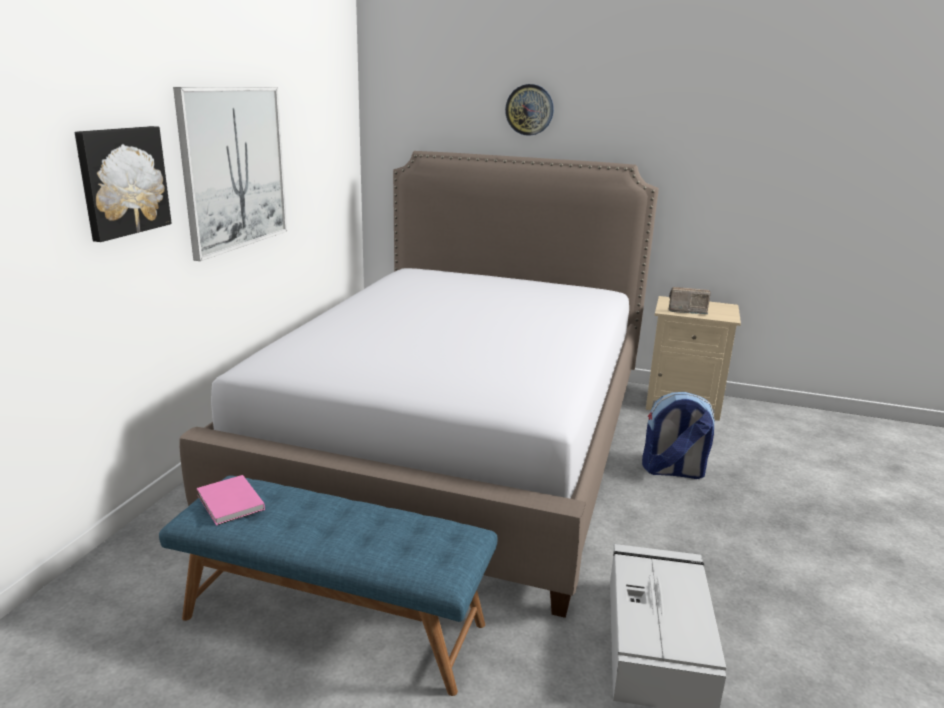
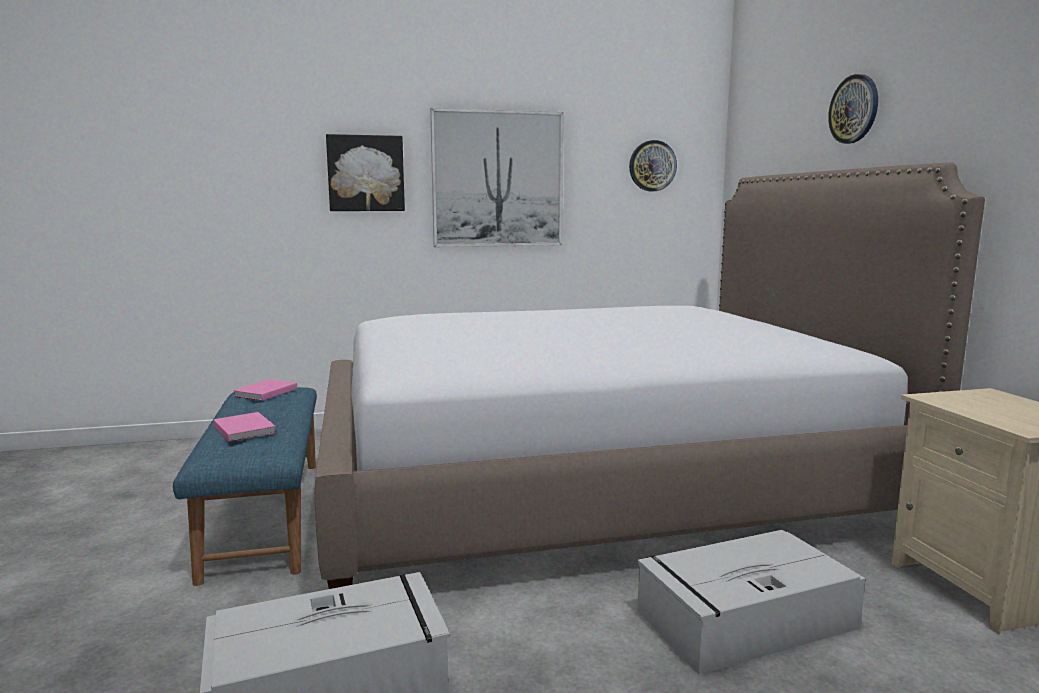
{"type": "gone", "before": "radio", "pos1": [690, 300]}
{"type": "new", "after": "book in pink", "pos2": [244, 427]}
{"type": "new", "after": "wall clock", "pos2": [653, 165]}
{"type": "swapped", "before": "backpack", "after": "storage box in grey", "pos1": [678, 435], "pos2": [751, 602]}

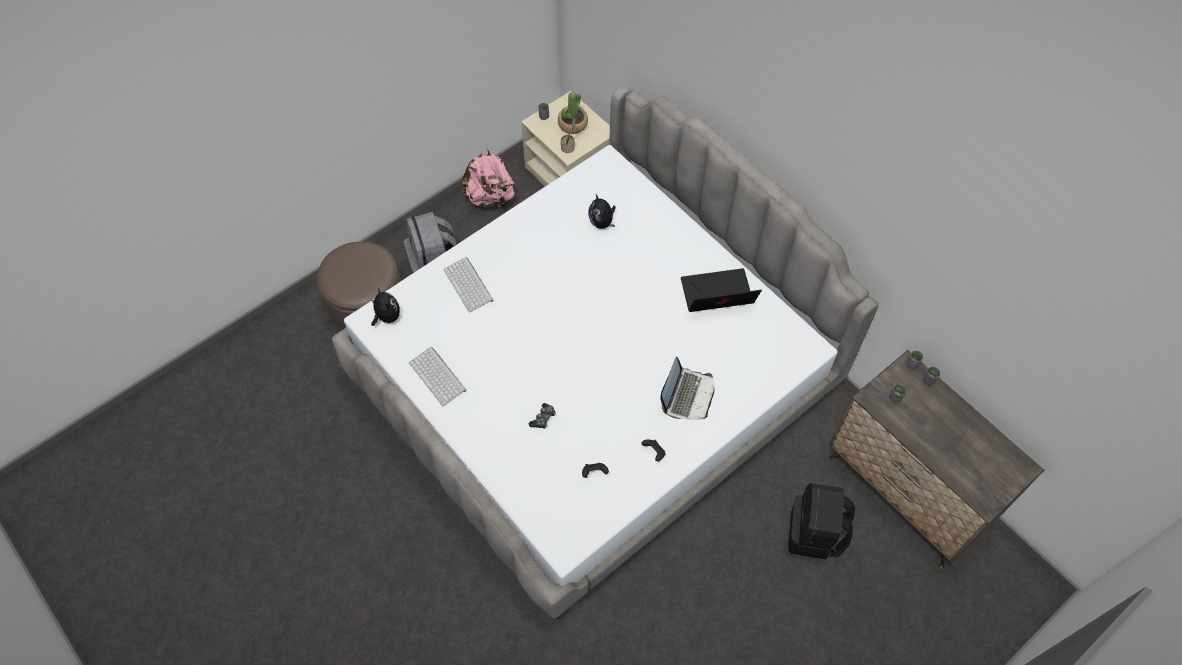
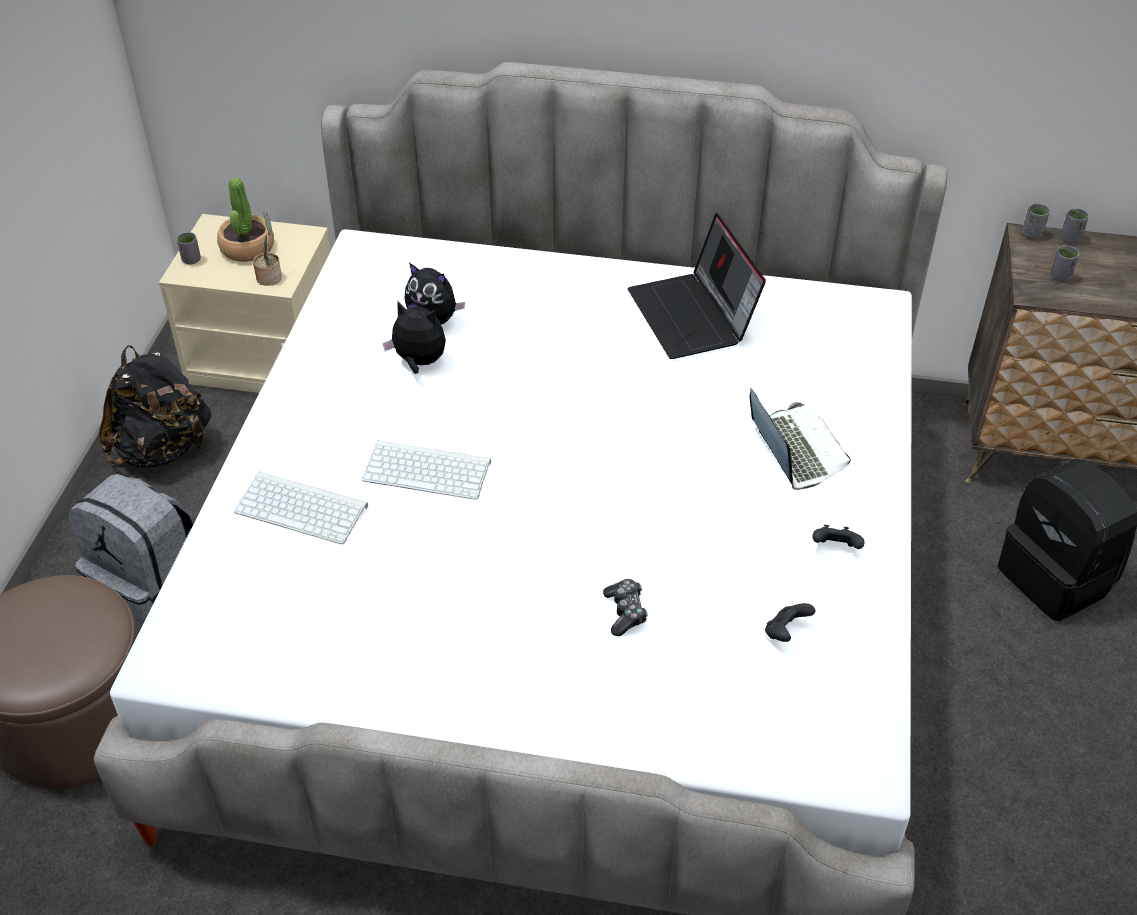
{"type": "shifted", "before": "plush toy", "pos1": [385, 307], "pos2": [414, 337]}
{"type": "shifted", "before": "keyboard", "pos1": [438, 376], "pos2": [426, 470]}
{"type": "repainted", "before": "backpack in pink", "after": "backpack in black", "pos1": [488, 178], "pos2": [154, 406]}
{"type": "rotated", "before": "laptop", "pos1": [721, 290], "pos2": [697, 286], "turn": -60}

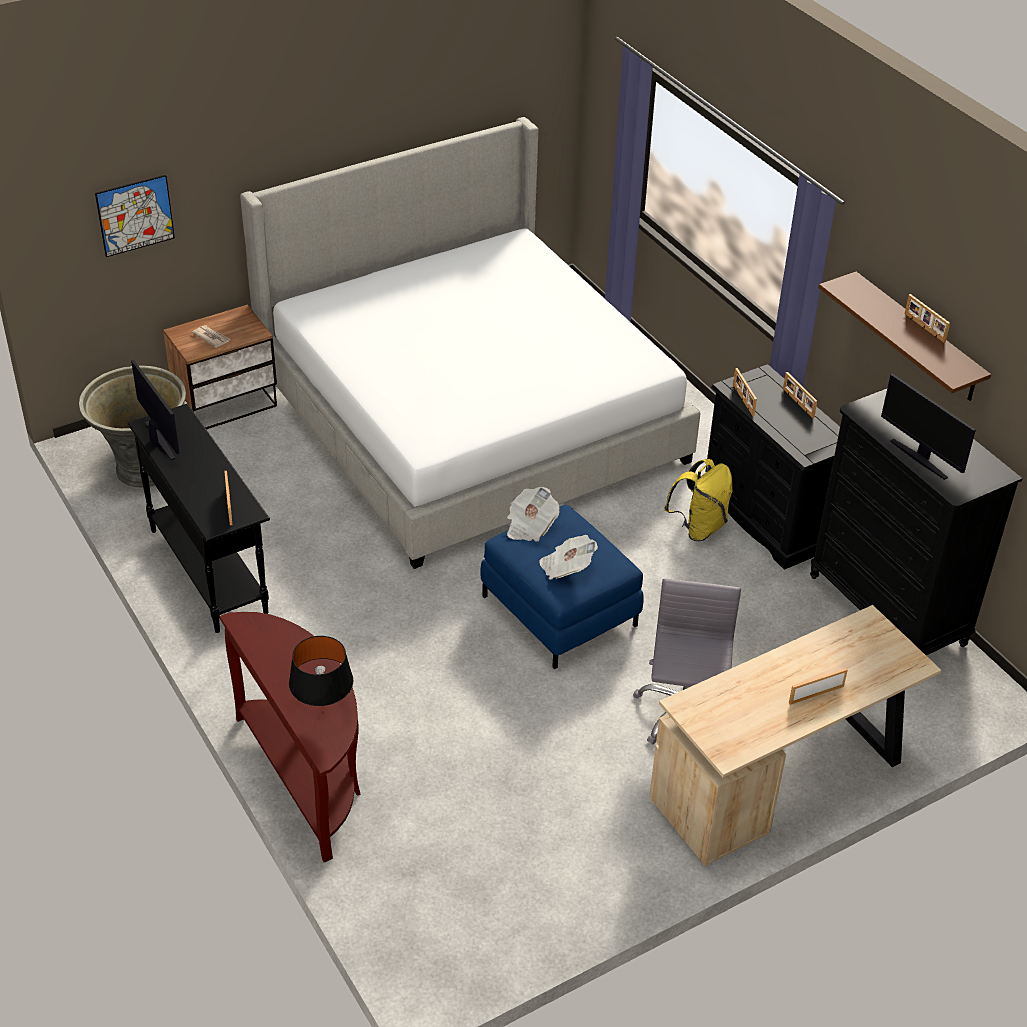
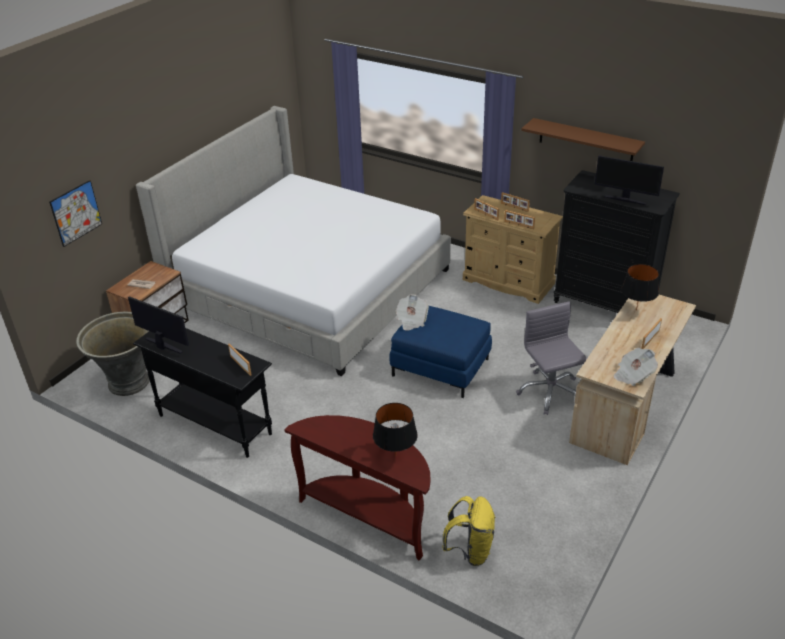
{"type": "new", "after": "table lamp in black", "pos2": [640, 287]}
{"type": "shifted", "before": "newspaper", "pos1": [568, 557], "pos2": [635, 367]}
{"type": "shifted", "before": "backpack in yellow", "pos1": [698, 500], "pos2": [469, 531]}
{"type": "shifted", "before": "picture frame", "pos1": [927, 318], "pos2": [519, 219]}
{"type": "repainted", "before": "dresser in black", "after": "dresser in beige", "pos1": [772, 467], "pos2": [513, 249]}

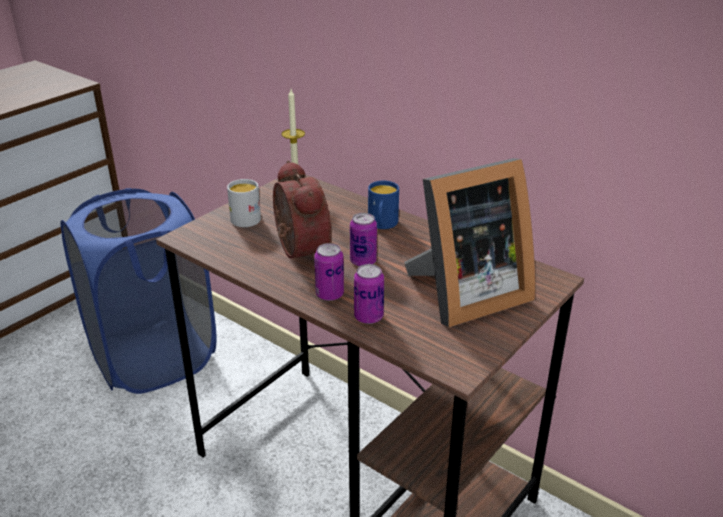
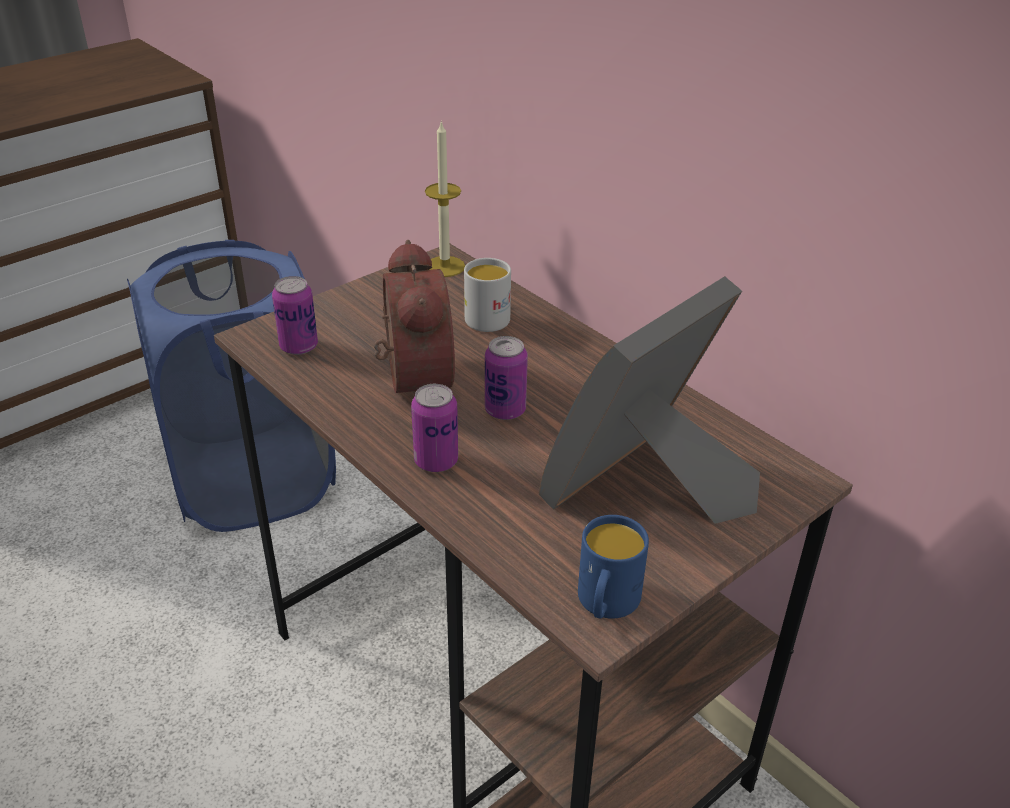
{"type": "shifted", "before": "mug in white", "pos1": [244, 203], "pos2": [487, 295]}
{"type": "shifted", "before": "can", "pos1": [369, 294], "pos2": [295, 315]}
{"type": "shifted", "before": "mug in blue", "pos1": [383, 205], "pos2": [613, 567]}
{"type": "rotated", "before": "picture frame", "pos1": [470, 243], "pos2": [649, 400], "turn": 150}

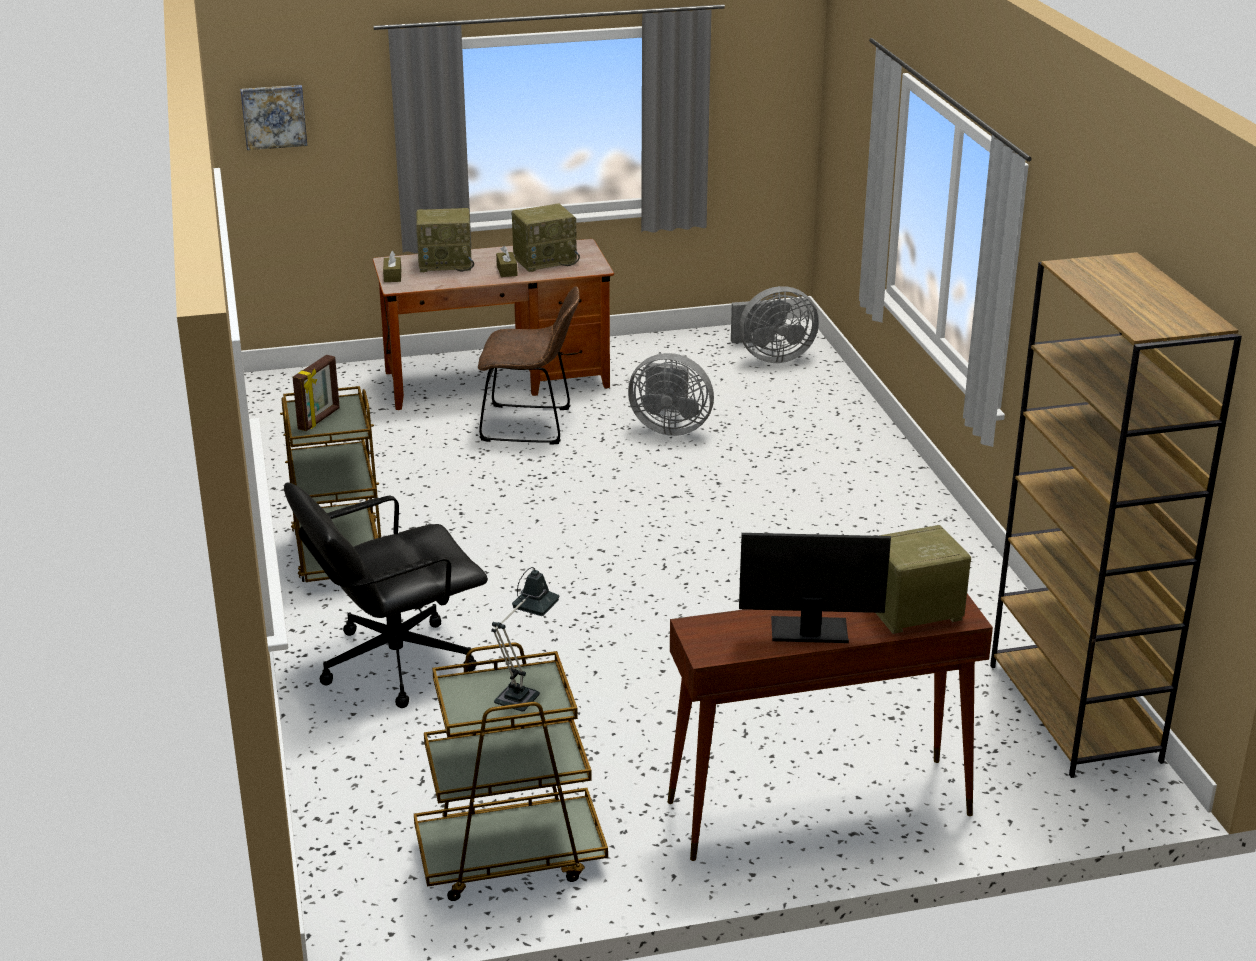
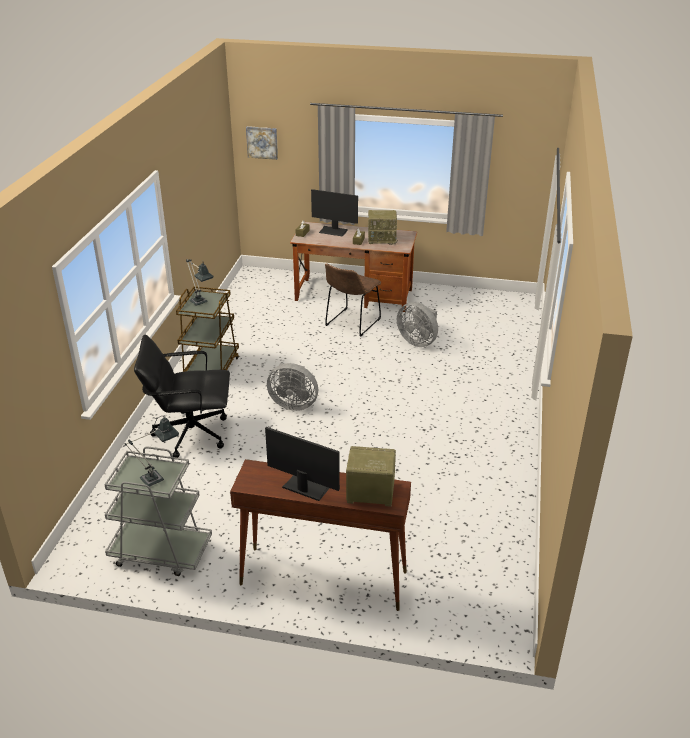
{"type": "gone", "before": "bookcase in brown", "pos1": [1116, 515]}
{"type": "shifted", "before": "fan in grey", "pos1": [775, 324], "pos2": [292, 387]}
{"type": "swapped", "before": "picture frame", "after": "table lamp", "pos1": [316, 393], "pos2": [199, 282]}
{"type": "swapped", "before": "radio", "after": "monitor", "pos1": [445, 240], "pos2": [334, 213]}
{"type": "repainted", "before": "cart in brown", "after": "cart in grey", "pos1": [511, 771], "pos2": [158, 511]}
{"type": "rotated", "before": "chair in brown", "pos1": [528, 365], "pos2": [353, 300], "turn": 90}

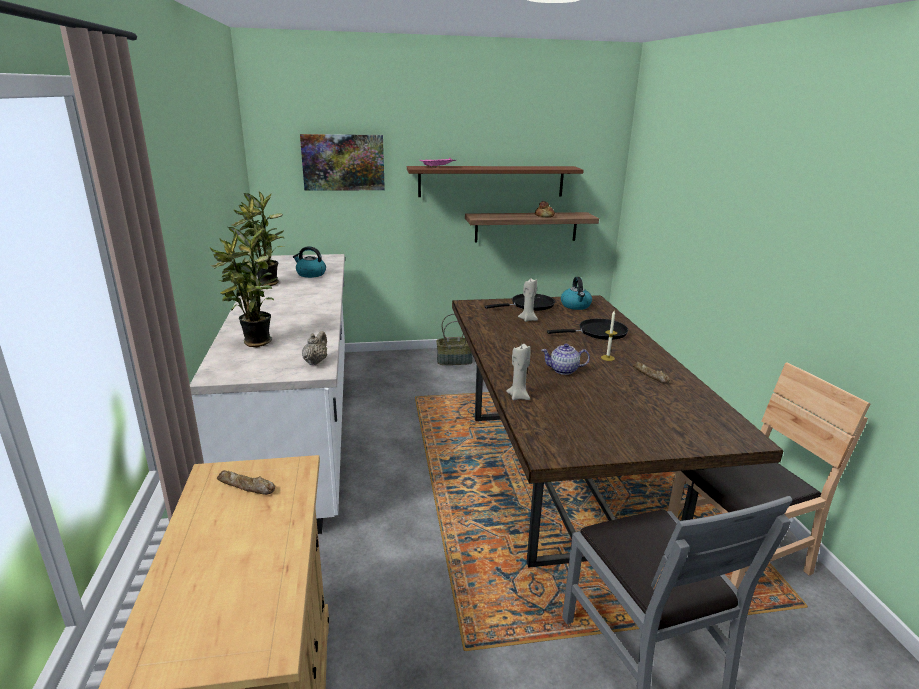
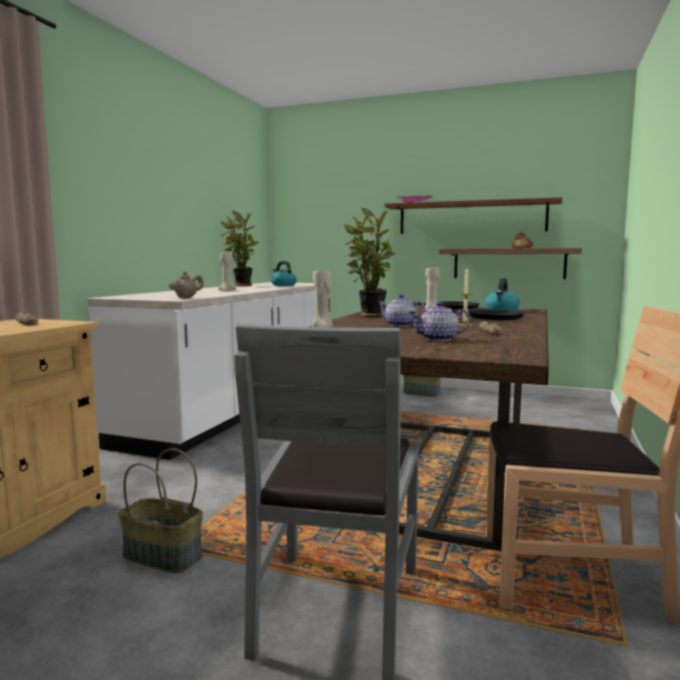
{"type": "gone", "before": "picture", "pos1": [342, 162]}
{"type": "new", "after": "basket", "pos2": [160, 510]}
{"type": "new", "after": "candle in beige", "pos2": [227, 271]}
{"type": "new", "after": "teapot", "pos2": [439, 321]}
{"type": "shifted", "before": "potted plant", "pos1": [243, 285], "pos2": [370, 262]}

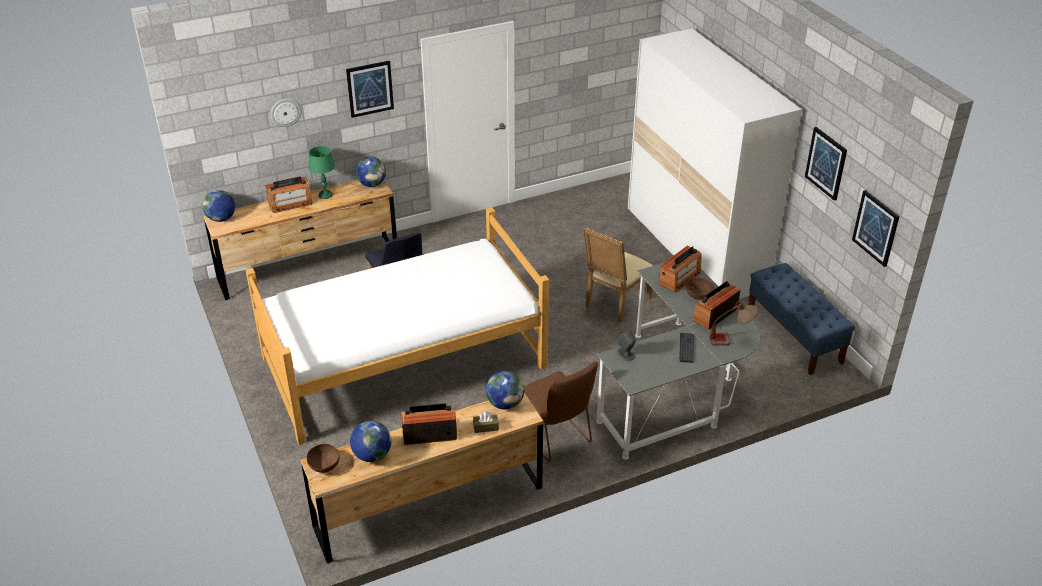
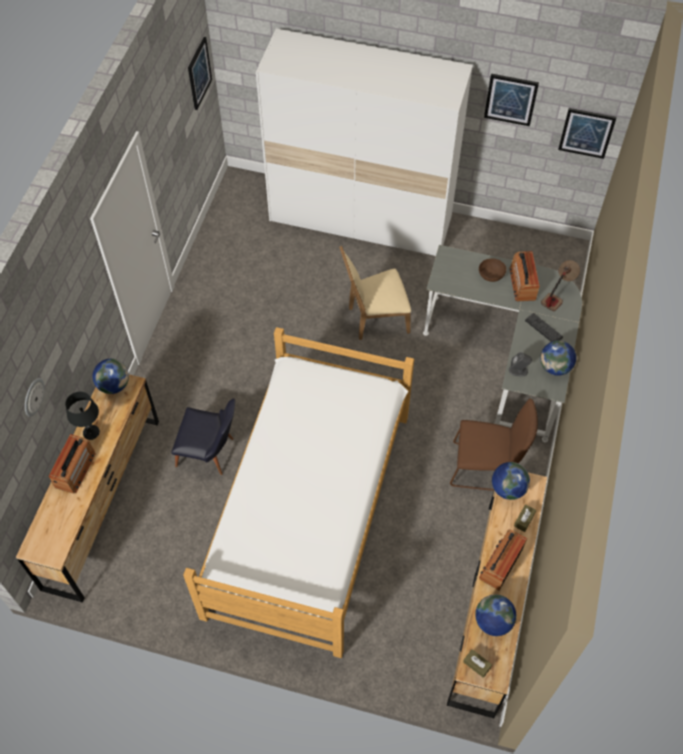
{"type": "gone", "before": "radio", "pos1": [680, 268]}
{"type": "gone", "before": "bench in blue", "pos1": [801, 319]}
{"type": "shifted", "before": "globe", "pos1": [219, 206], "pos2": [558, 358]}
{"type": "shifted", "before": "picture", "pos1": [370, 89], "pos2": [200, 73]}
{"type": "swapped", "before": "bowl in brown", "after": "tissue box in brown", "pos1": [323, 458], "pos2": [477, 663]}
{"type": "repainted", "before": "table lamp in green", "after": "table lamp in black", "pos1": [322, 172], "pos2": [82, 416]}
{"type": "rotated", "before": "chair in beige", "pos1": [618, 274], "pos2": [375, 292], "turn": 90}

